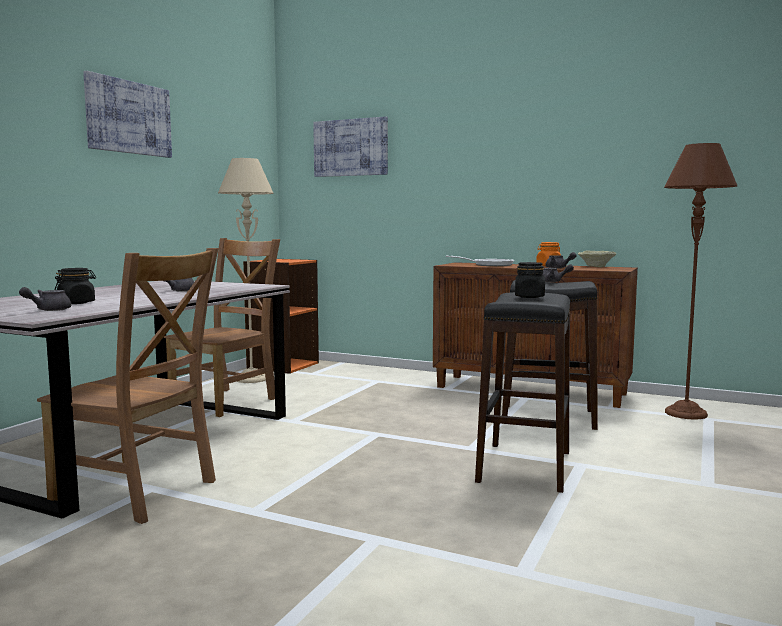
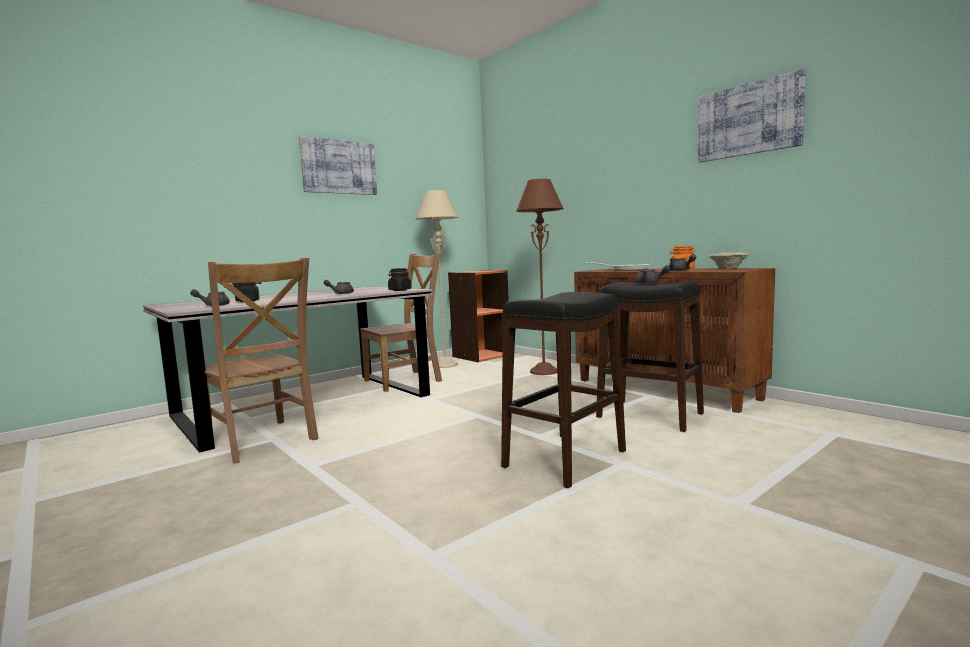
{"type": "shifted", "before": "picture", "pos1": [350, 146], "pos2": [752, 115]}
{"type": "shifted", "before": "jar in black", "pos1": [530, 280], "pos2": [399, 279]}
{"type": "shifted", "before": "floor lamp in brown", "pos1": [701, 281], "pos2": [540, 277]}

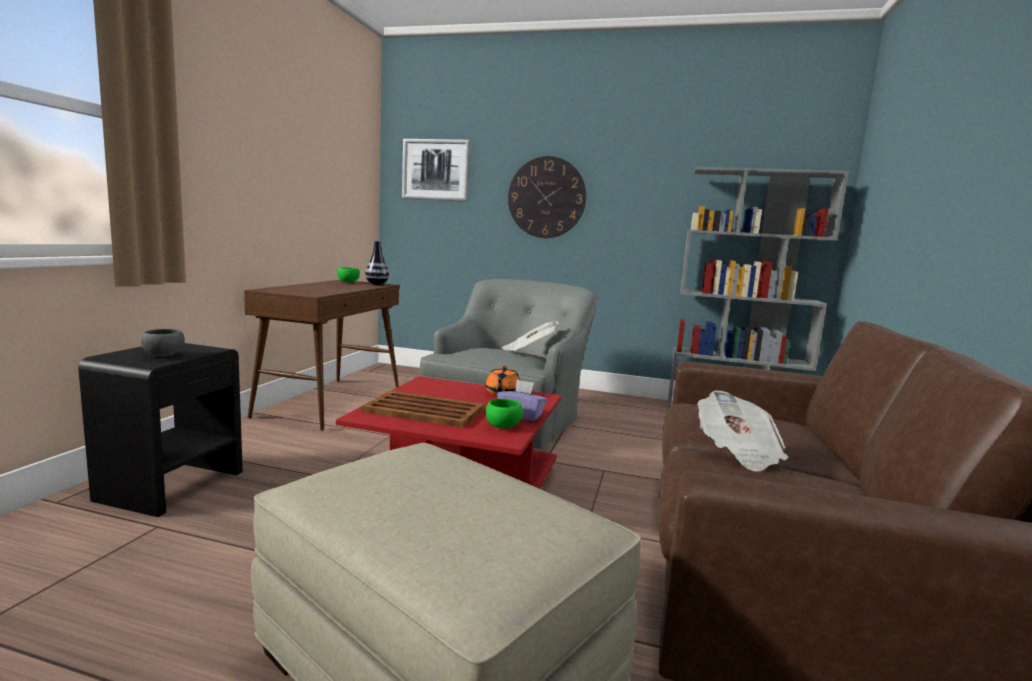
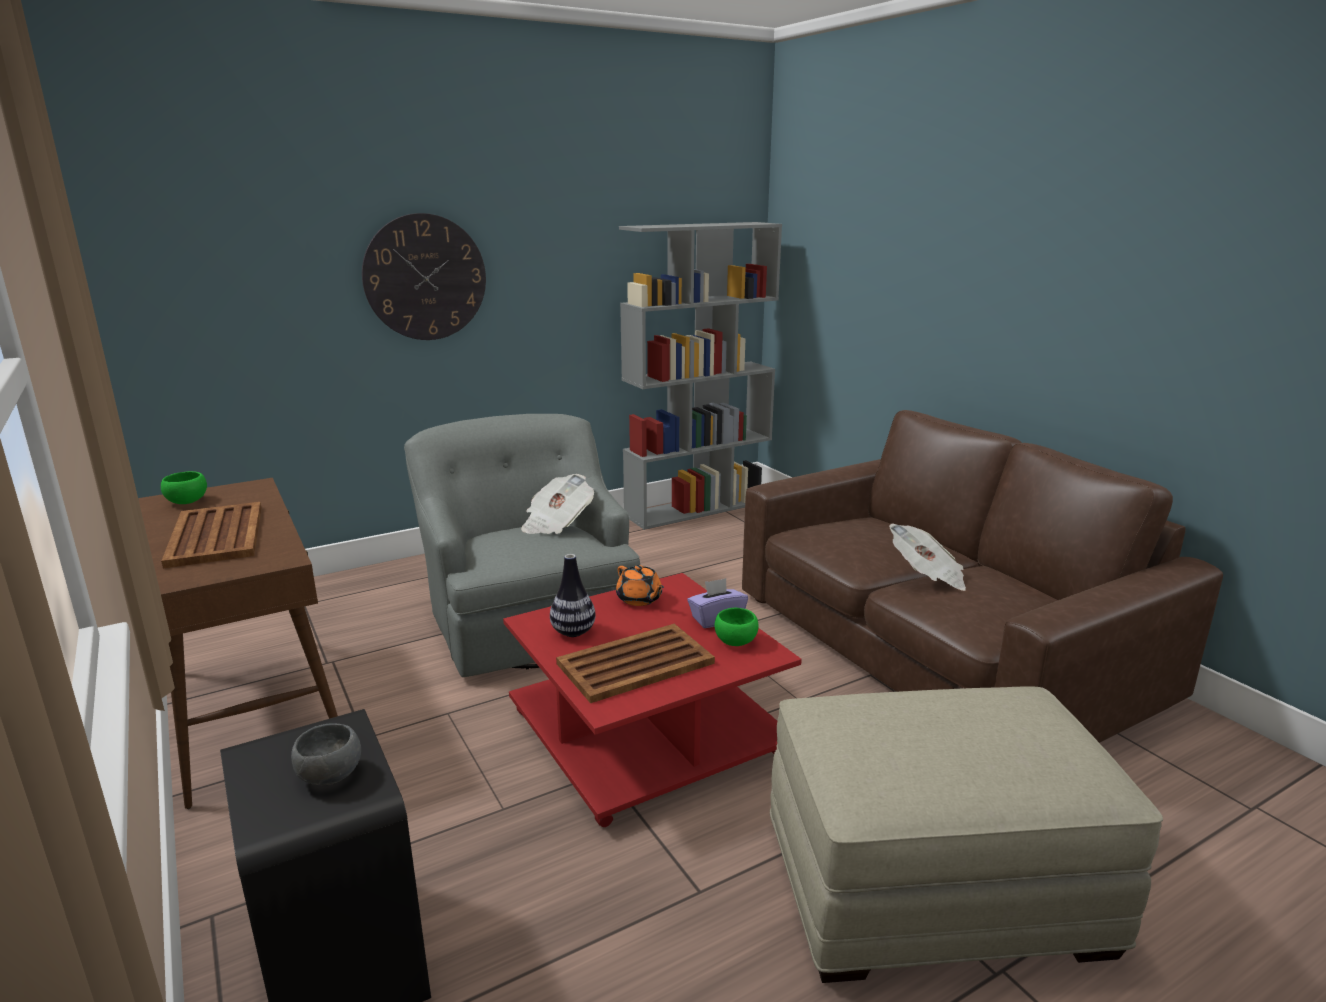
{"type": "gone", "before": "picture", "pos1": [436, 170]}
{"type": "new", "after": "tray in brown", "pos2": [211, 535]}
{"type": "shifted", "before": "vase", "pos1": [377, 263], "pos2": [573, 595]}

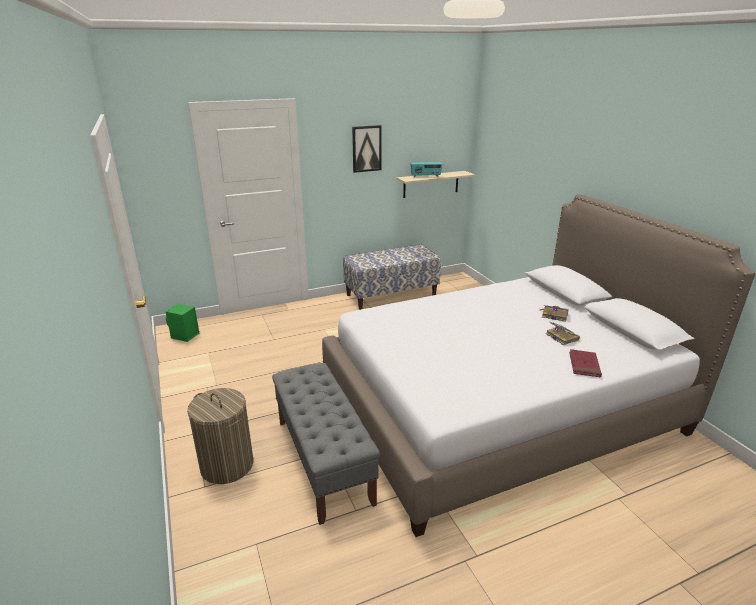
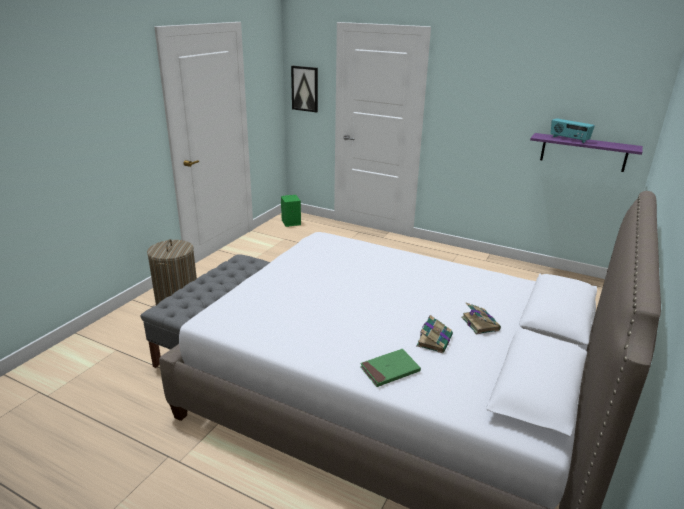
{"type": "gone", "before": "bench", "pos1": [392, 277]}
{"type": "shifted", "before": "picture", "pos1": [367, 149], "pos2": [304, 89]}
{"type": "repainted", "before": "shelf in beige", "after": "shelf in purple", "pos1": [435, 184], "pos2": [586, 152]}
{"type": "repainted", "before": "book in red", "after": "book in green", "pos1": [585, 363], "pos2": [390, 368]}

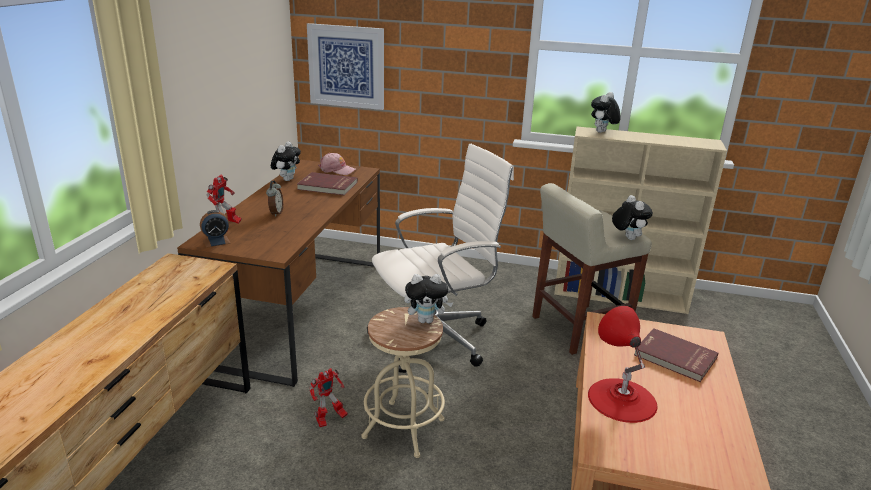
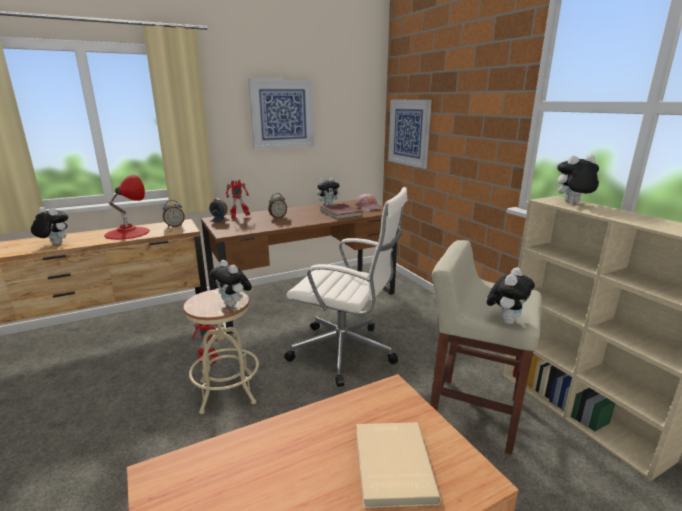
{"type": "new", "after": "plush toy", "pos2": [49, 226]}
{"type": "new", "after": "alarm clock", "pos2": [173, 213]}
{"type": "new", "after": "picture", "pos2": [281, 114]}
{"type": "shifted", "before": "table lamp in red", "pos1": [622, 364], "pos2": [127, 207]}
{"type": "repainted", "before": "book in red", "after": "book in beige", "pos1": [676, 355], "pos2": [398, 465]}

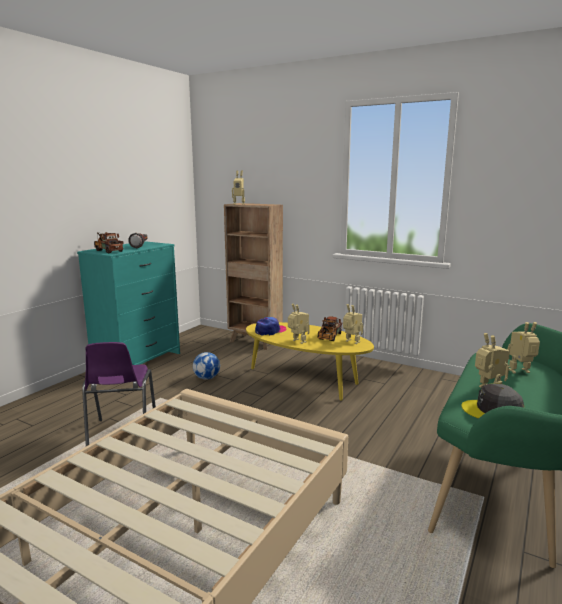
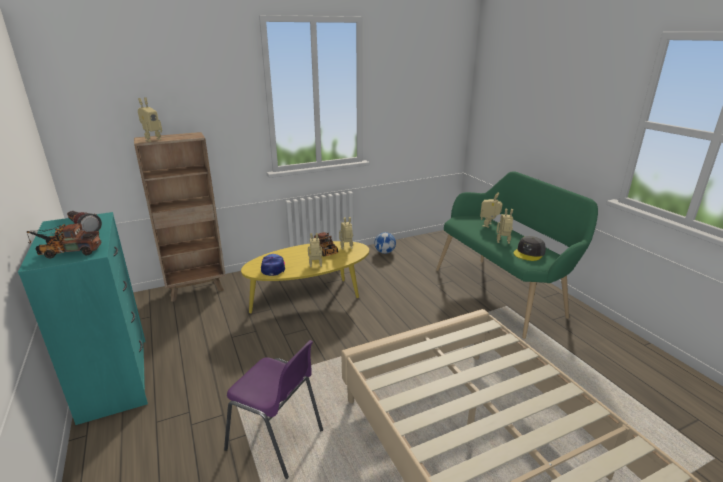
{"type": "shifted", "before": "football", "pos1": [206, 366], "pos2": [385, 243]}

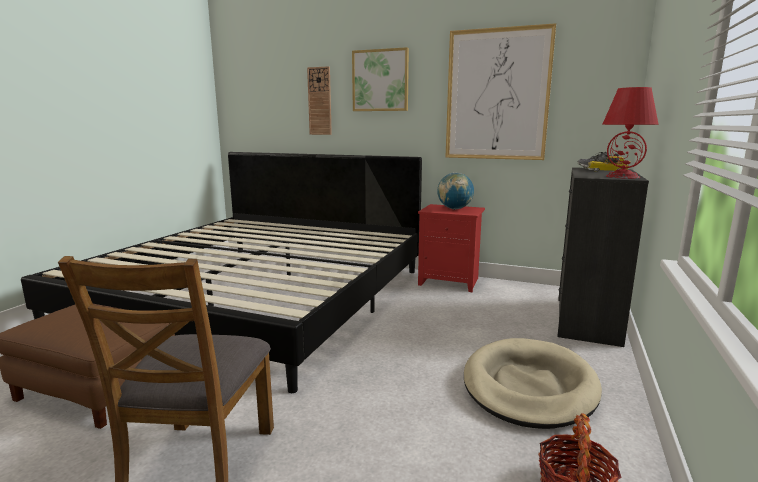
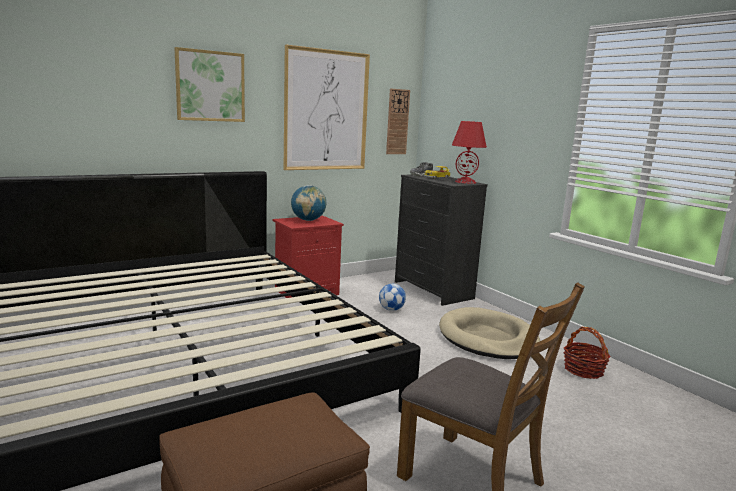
{"type": "new", "after": "football", "pos2": [392, 297]}
{"type": "shifted", "before": "wall clock", "pos1": [319, 100], "pos2": [398, 121]}

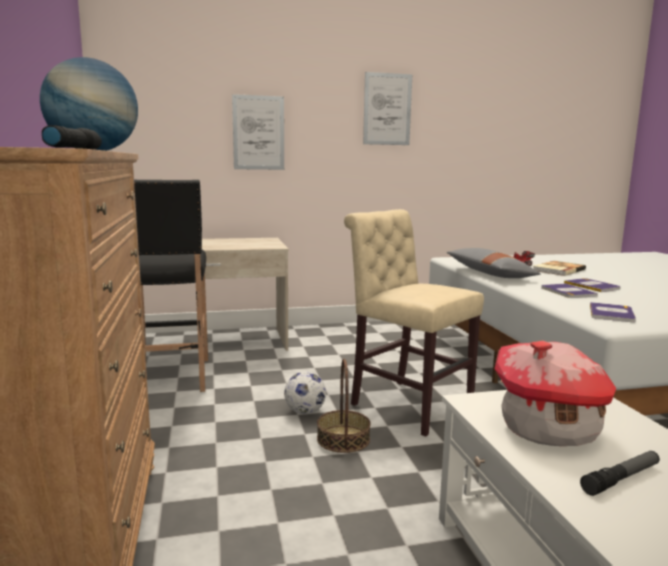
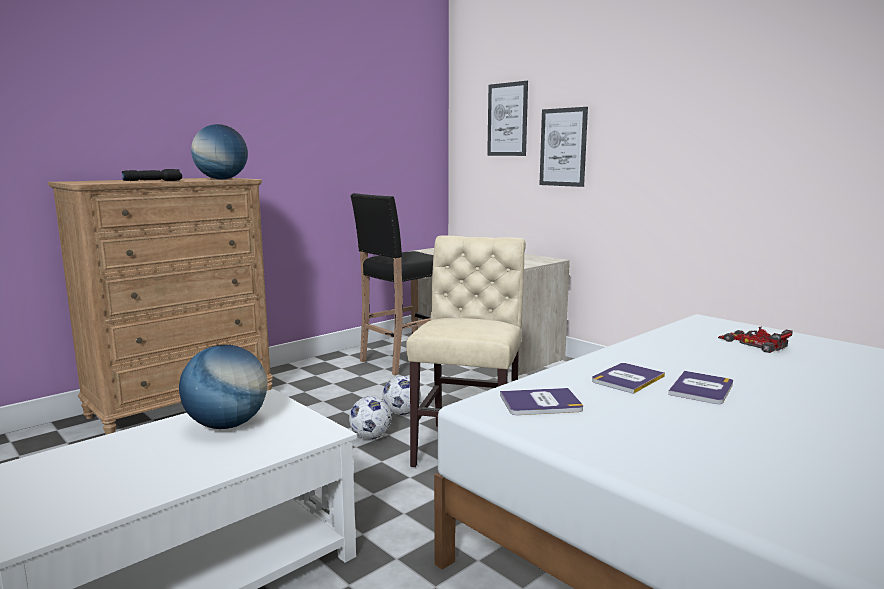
{"type": "gone", "before": "pillow in grey", "pos1": [494, 263]}
{"type": "gone", "before": "book", "pos1": [559, 268]}
{"type": "gone", "before": "flashlight", "pos1": [620, 473]}
{"type": "shifted", "before": "picture", "pos1": [387, 108], "pos2": [507, 118]}
{"type": "swapped", "before": "basket", "after": "football", "pos1": [344, 406], "pos2": [370, 417]}
{"type": "swapped", "before": "toy house", "after": "globe", "pos1": [555, 393], "pos2": [223, 386]}

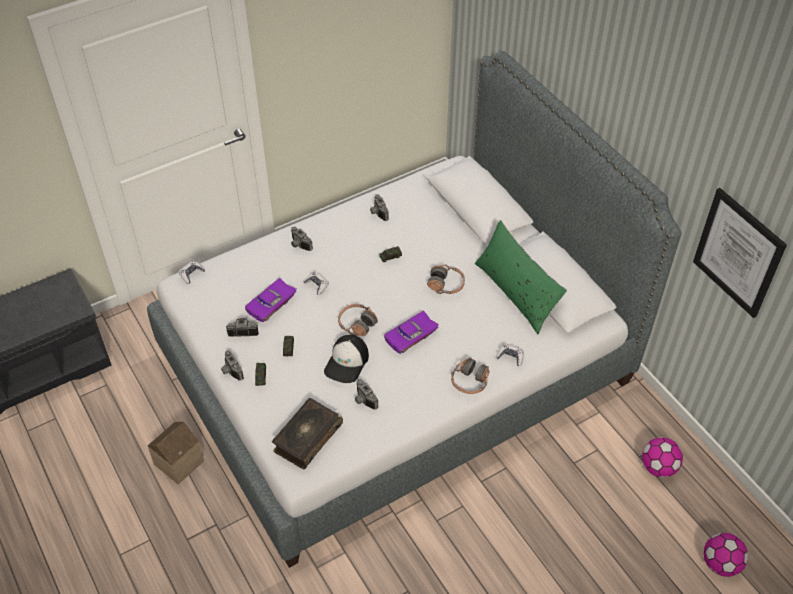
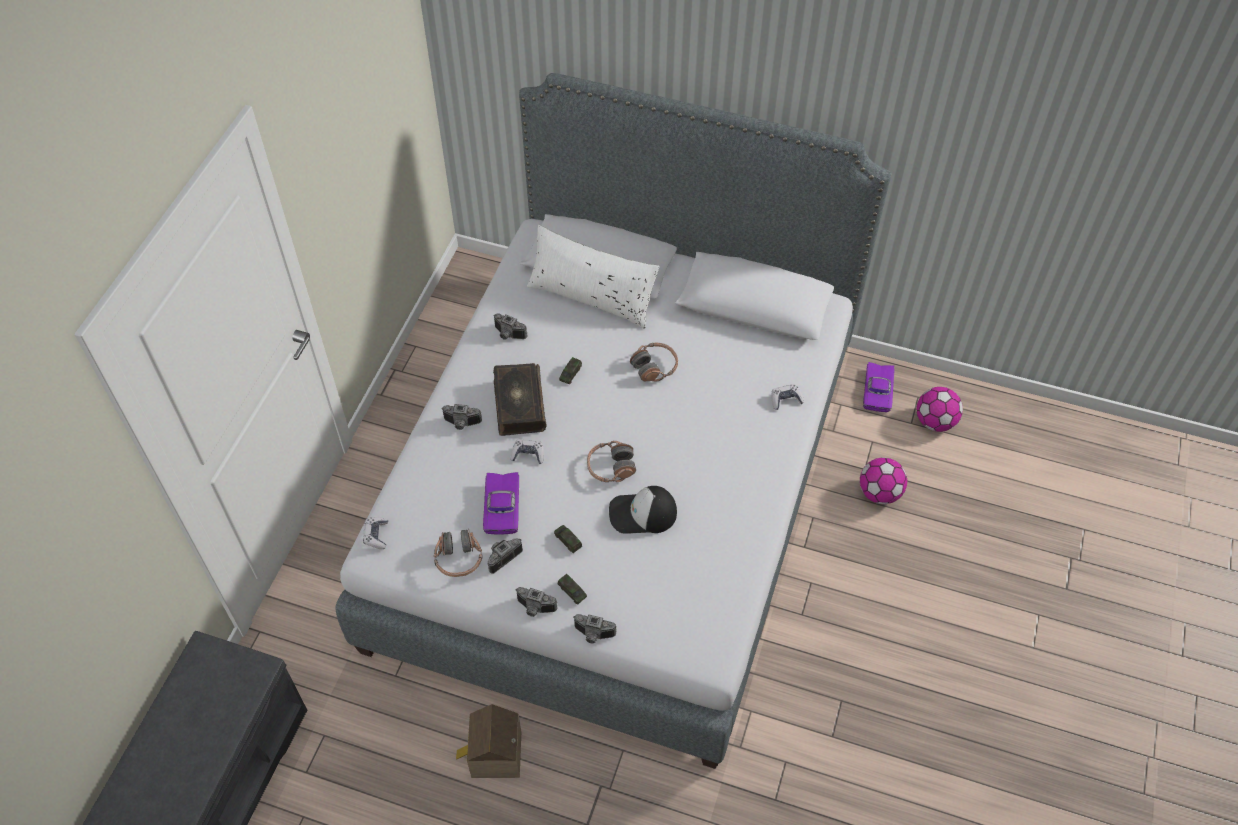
{"type": "gone", "before": "pillow in green", "pos1": [521, 277]}
{"type": "gone", "before": "picture", "pos1": [740, 253]}
{"type": "new", "after": "pillow in white", "pos2": [593, 277]}
{"type": "shifted", "before": "book", "pos1": [307, 433], "pos2": [520, 399]}
{"type": "shifted", "before": "photo camera", "pos1": [366, 394], "pos2": [595, 628]}
{"type": "shifted", "before": "toy car in purple", "pos1": [411, 332], "pos2": [879, 387]}
{"type": "shifted", "before": "headphones", "pos1": [470, 376], "pos2": [458, 553]}
{"type": "shifted", "before": "football", "pos1": [725, 555], "pos2": [883, 480]}
{"type": "rotated", "before": "cap", "pos1": [346, 359], "pos2": [643, 510], "turn": 105}

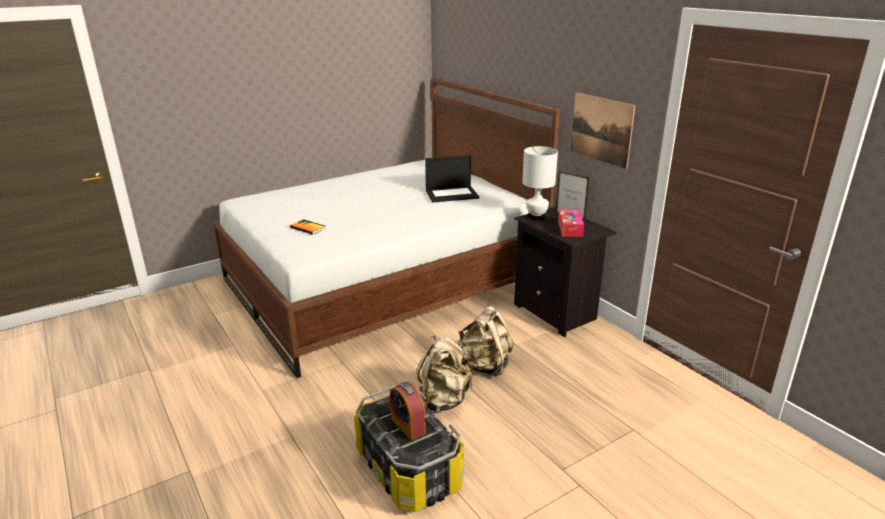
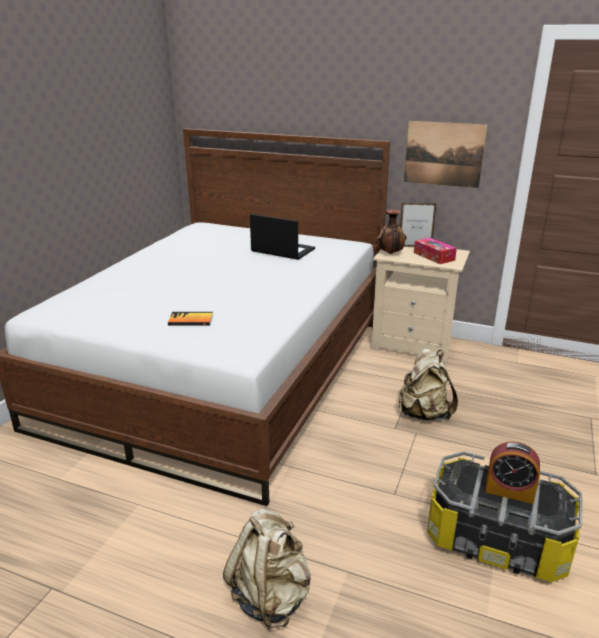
{"type": "shifted", "before": "backpack in beige", "pos1": [444, 374], "pos2": [267, 569]}
{"type": "swapped", "before": "table lamp in white", "after": "vase", "pos1": [540, 183], "pos2": [391, 231]}
{"type": "repainted", "before": "nightstand in black", "after": "nightstand in beige", "pos1": [565, 271], "pos2": [420, 304]}
{"type": "rotated", "before": "laptop", "pos1": [452, 179], "pos2": [282, 237], "turn": -105}

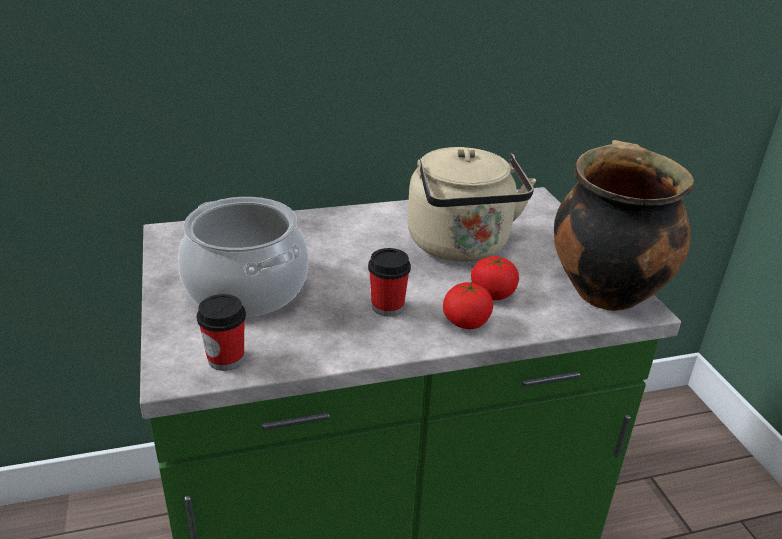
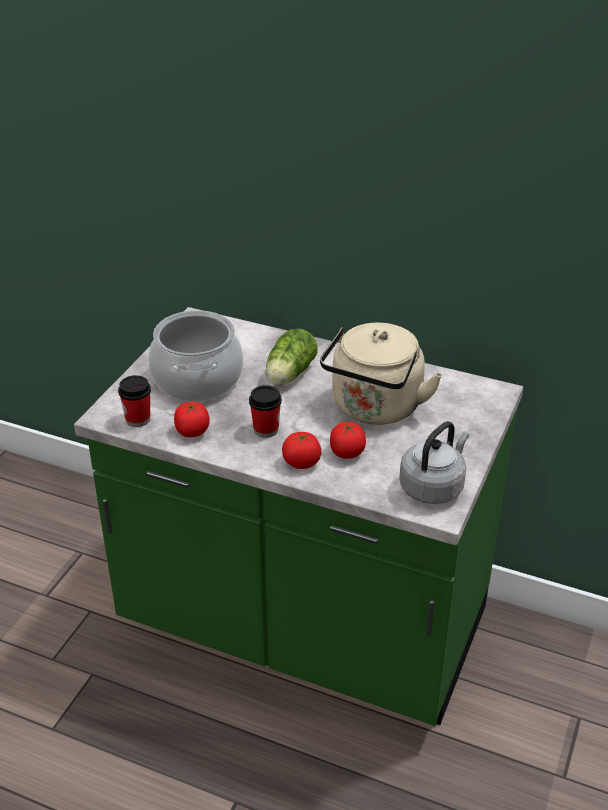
{"type": "new", "after": "tomato", "pos2": [192, 419]}
{"type": "new", "after": "lettuce", "pos2": [292, 357]}
{"type": "swapped", "before": "cooking pot", "after": "kettle in grey", "pos1": [624, 225], "pos2": [434, 462]}

